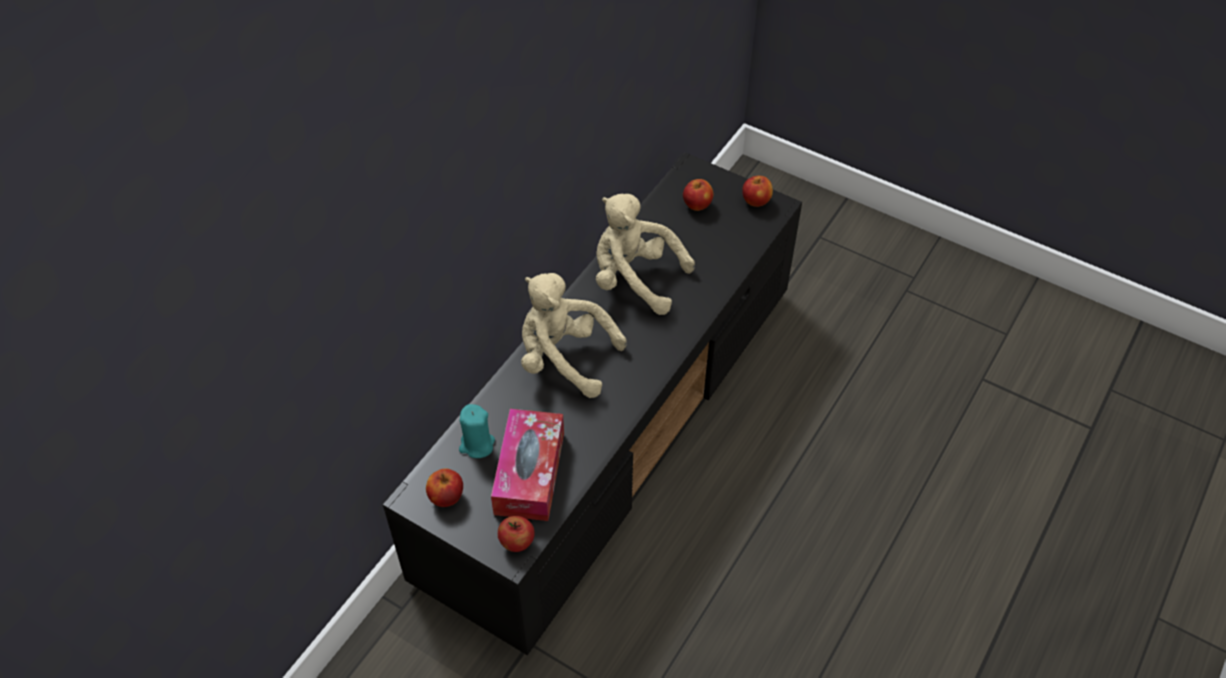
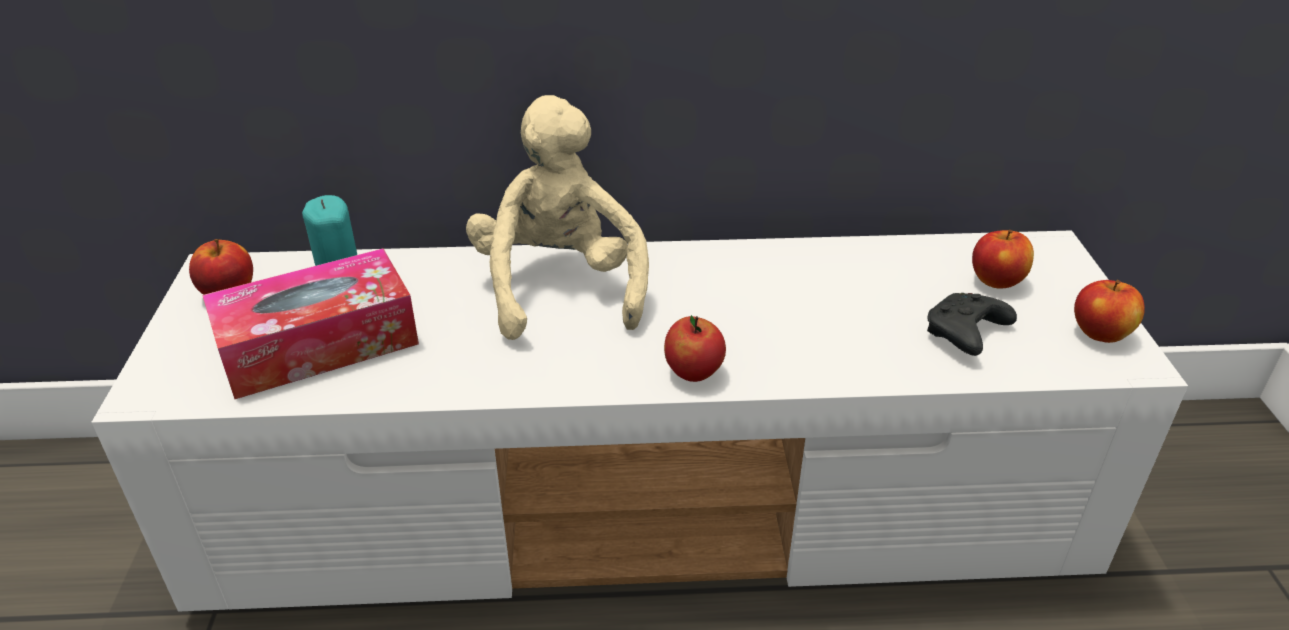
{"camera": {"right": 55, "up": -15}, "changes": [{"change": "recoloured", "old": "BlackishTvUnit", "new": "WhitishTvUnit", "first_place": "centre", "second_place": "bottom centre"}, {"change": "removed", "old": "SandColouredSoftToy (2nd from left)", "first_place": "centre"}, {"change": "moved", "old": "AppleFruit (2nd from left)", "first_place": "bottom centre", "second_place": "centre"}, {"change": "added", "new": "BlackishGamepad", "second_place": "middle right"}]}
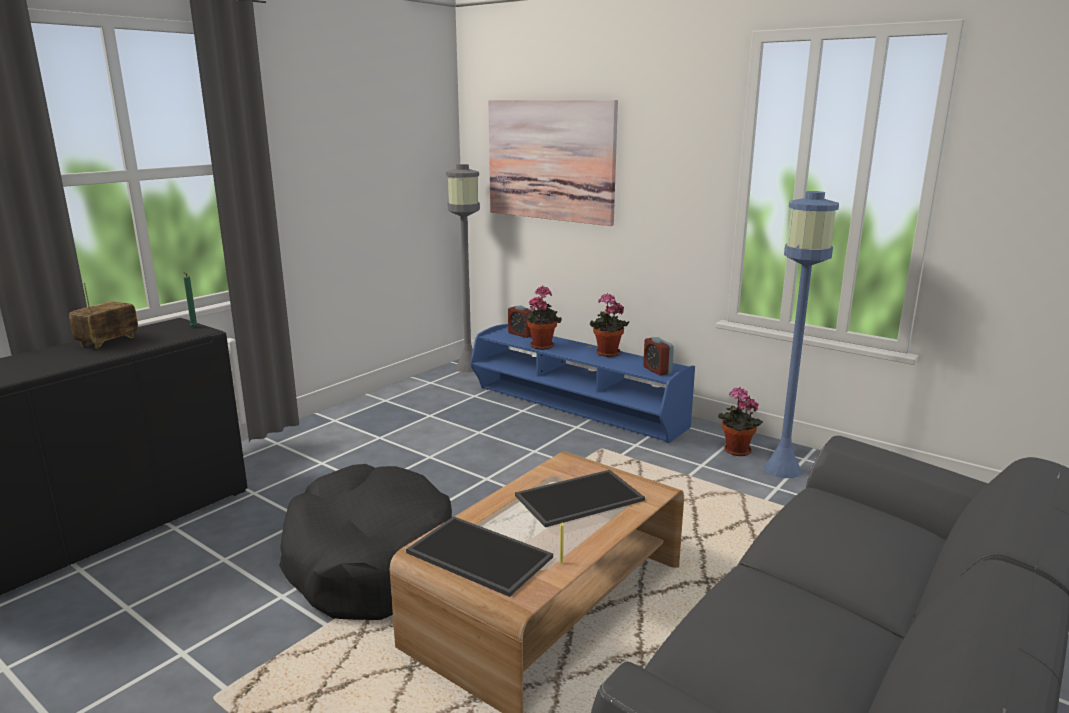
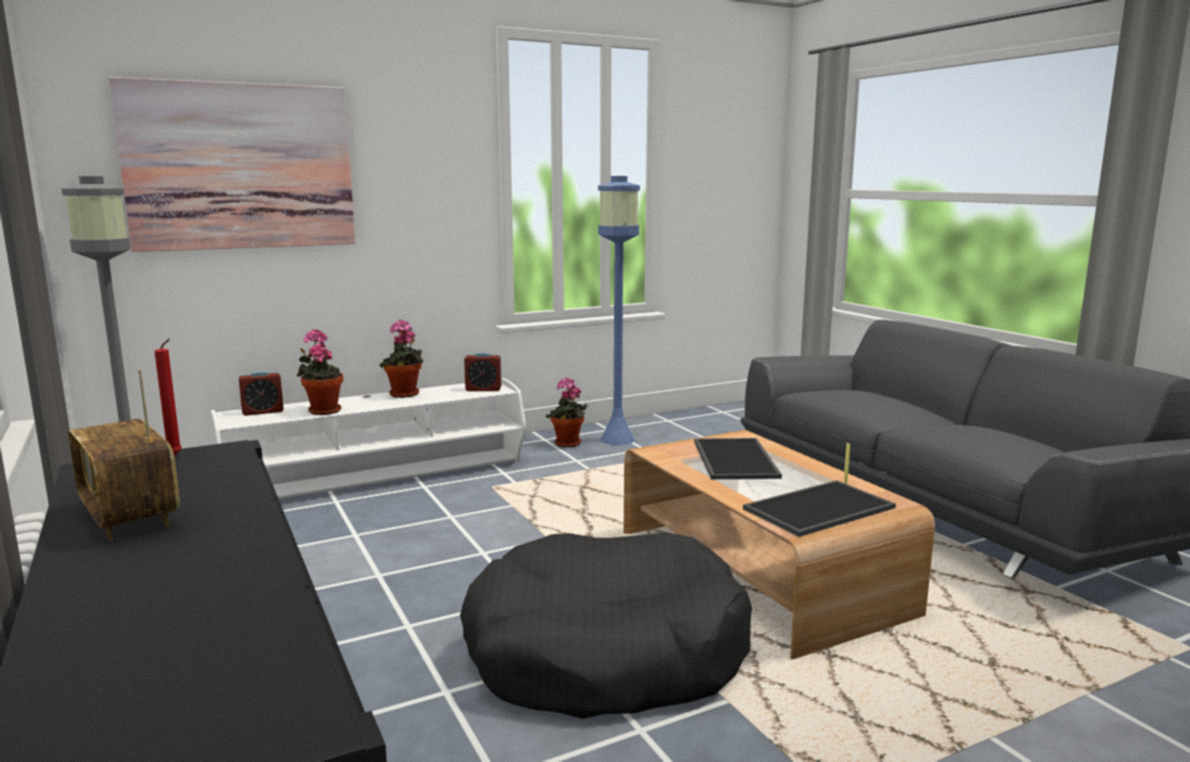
{"camera": {"right": -65, "up": -5}, "changes": [{"change": "recoloured", "old": "GreenishWaxLight", "new": "RedWaxLight", "first_place": "middle left", "second_place": "middle left"}, {"change": "recoloured", "old": "BlueTvUnit", "new": "WhitishTvUnit", "first_place": "centre", "second_place": "middle left"}]}
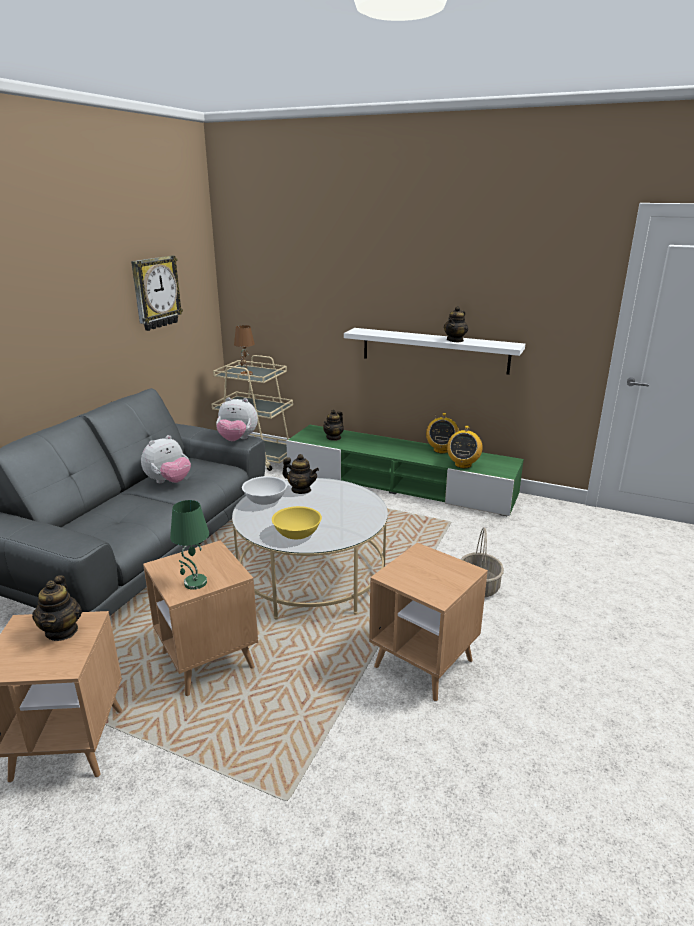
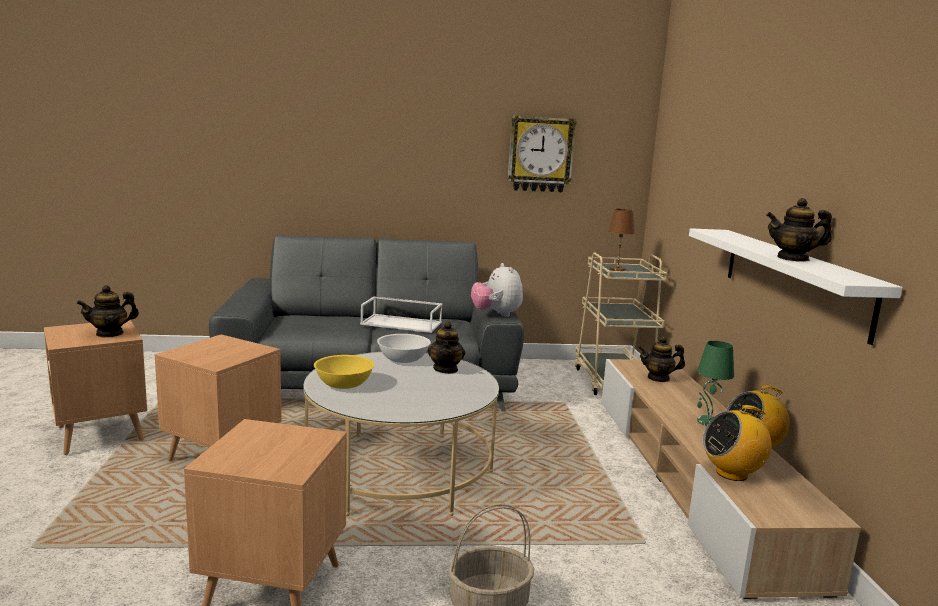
{"camera": {"right": 60, "up": -10}, "changes": [{"change": "recoloured", "old": "GreenishTvUnit", "new": "SandColouredTvUnit", "first_place": "centre", "second_place": "bottom right"}, {"change": "replaced", "old": "SoftToy (1st from left)", "new": "WhitishServingTray", "first_place": "middle left", "second_place": "centre"}, {"change": "moved", "old": "GreenishLampForATable", "first_place": "middle left", "second_place": "middle right"}]}
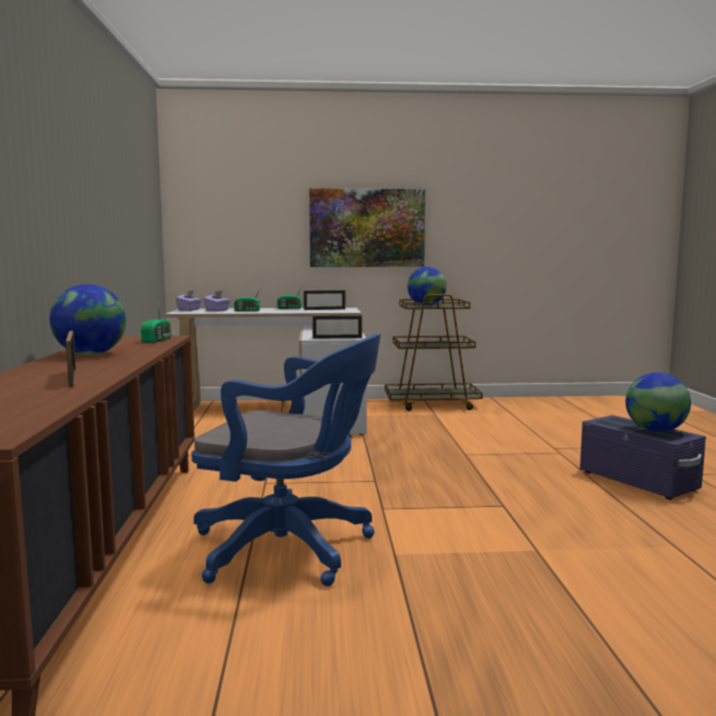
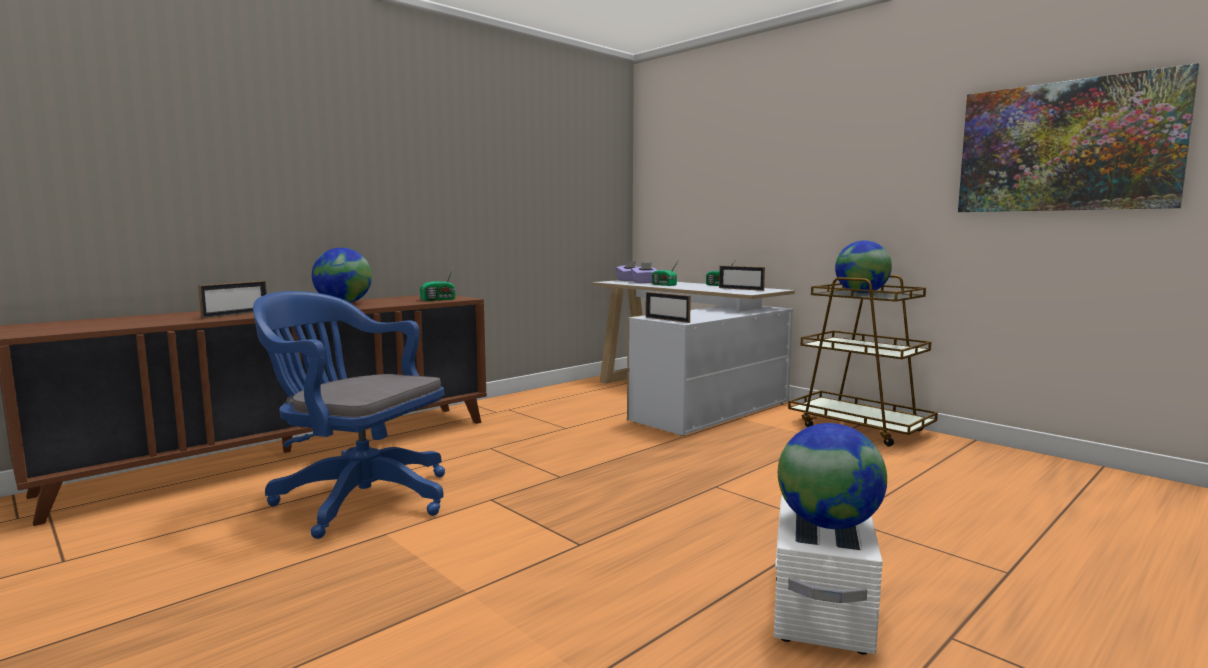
{"camera": {"right": 50, "up": 0}, "changes": [{"change": "moved", "old": "WallPicture", "first_place": "top centre", "second_place": "top right"}, {"change": "turned", "old": "BlueComputerChair", "first_place": "centre", "second_place": "middle left", "degrees": 135}, {"change": "recoloured", "old": "PurplishStorageBox", "new": "WhitishStorageBox", "first_place": "middle right", "second_place": "bottom right"}]}
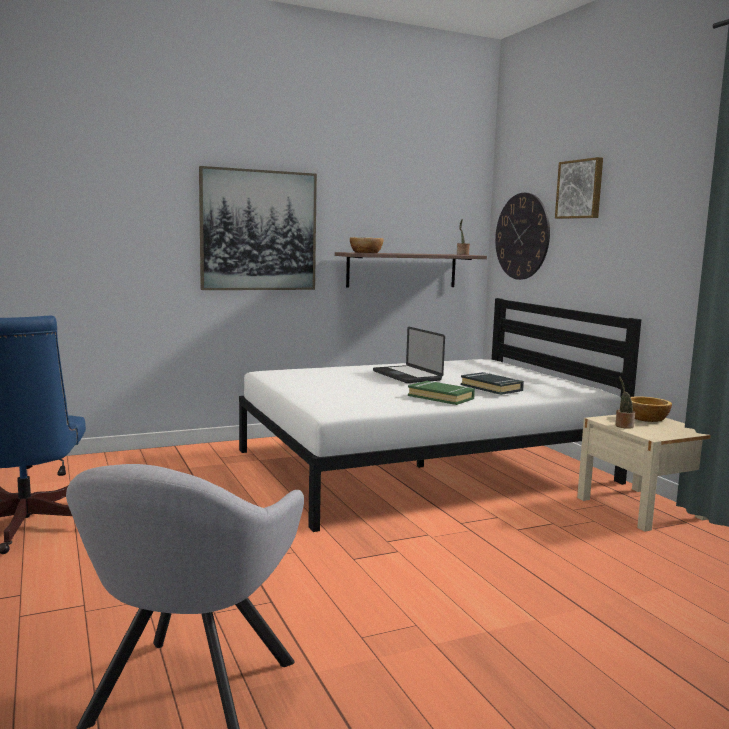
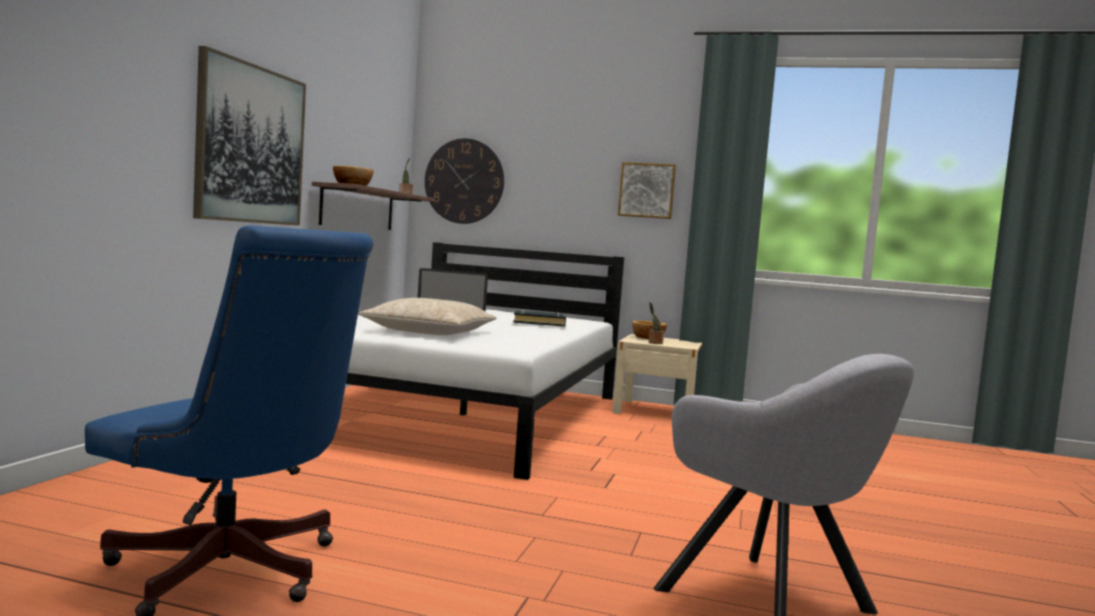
{"camera": {"right": -50, "up": -5}, "changes": [{"change": "moved", "old": "WallPicture (2nd from left)", "first_place": "top right", "second_place": "top centre"}, {"change": "removed", "old": "GreenishBoundBook", "first_place": "centre"}, {"change": "added", "new": "SandColouredCushion", "second_place": "centre"}]}
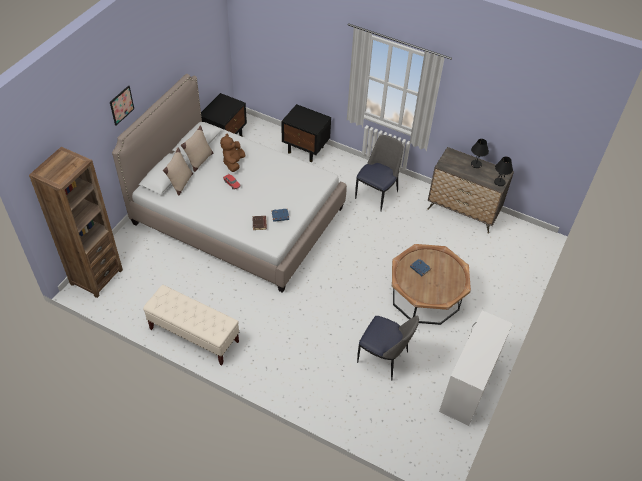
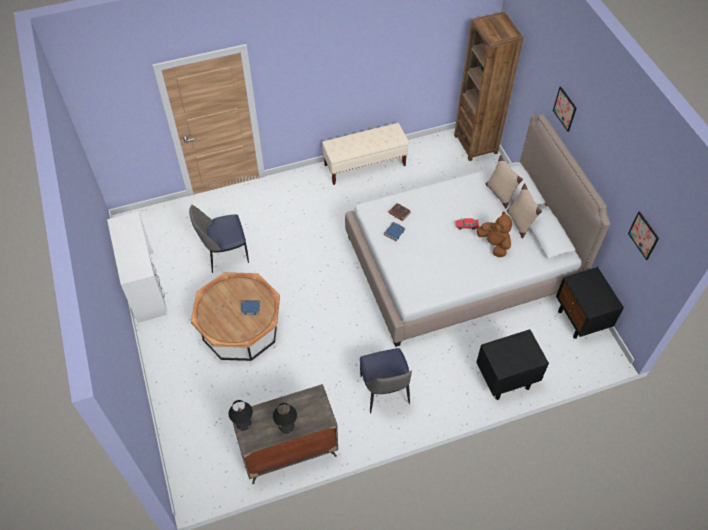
{"camera": {"right": 135, "up": 5}, "changes": [{"change": "added", "new": "WallPicture (2nd from left)", "second_place": "middle right"}]}
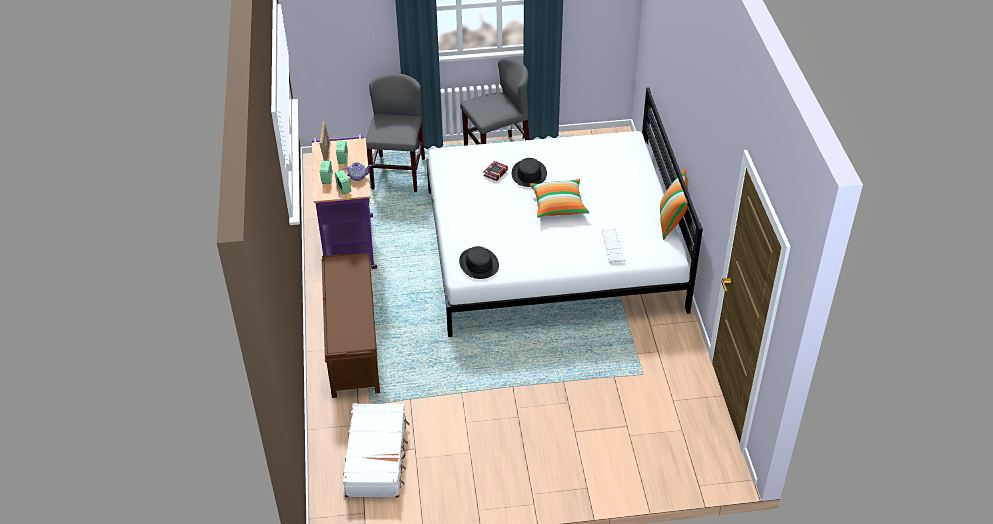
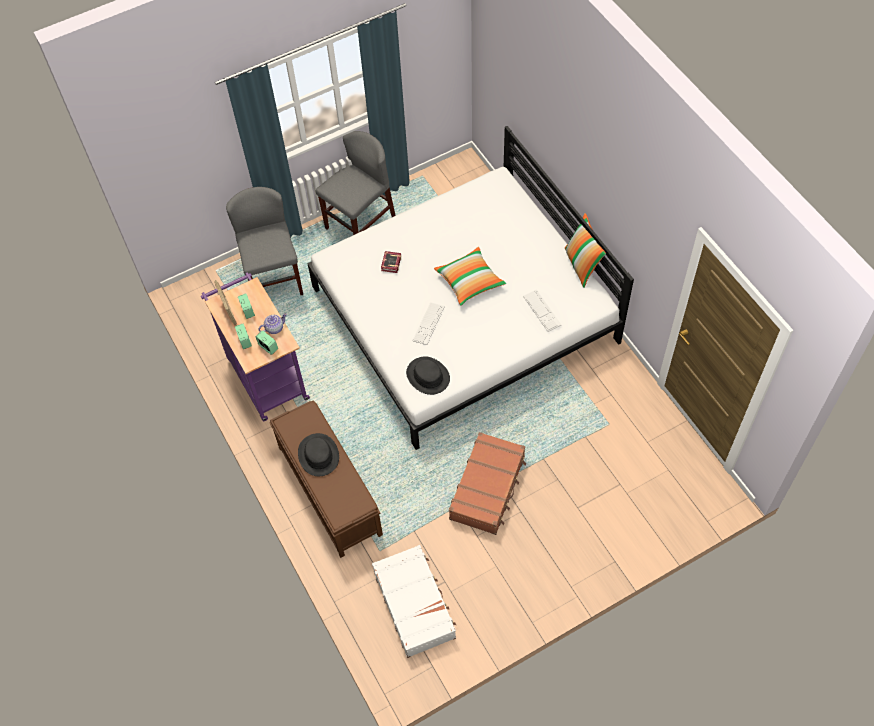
{"camera": {"right": -20, "up": 15}, "changes": [{"change": "moved", "old": "BlackishWearableHat (2nd from left in the first image)", "new": "BlackishWearableHat (1st from left)", "first_place": "top centre", "second_place": "centre"}, {"change": "added", "new": "ComputerKeyboard (1st from left)", "second_place": "centre"}, {"change": "added", "new": "BrownTravelCase", "second_place": "centre"}]}
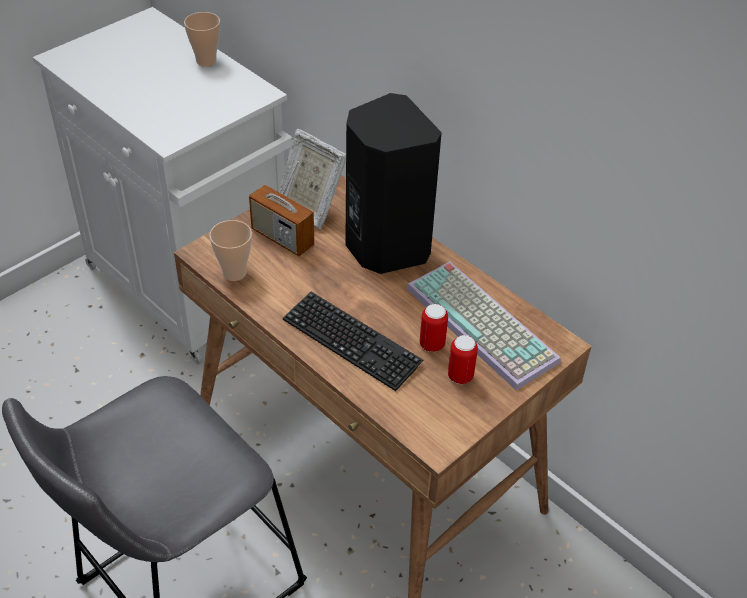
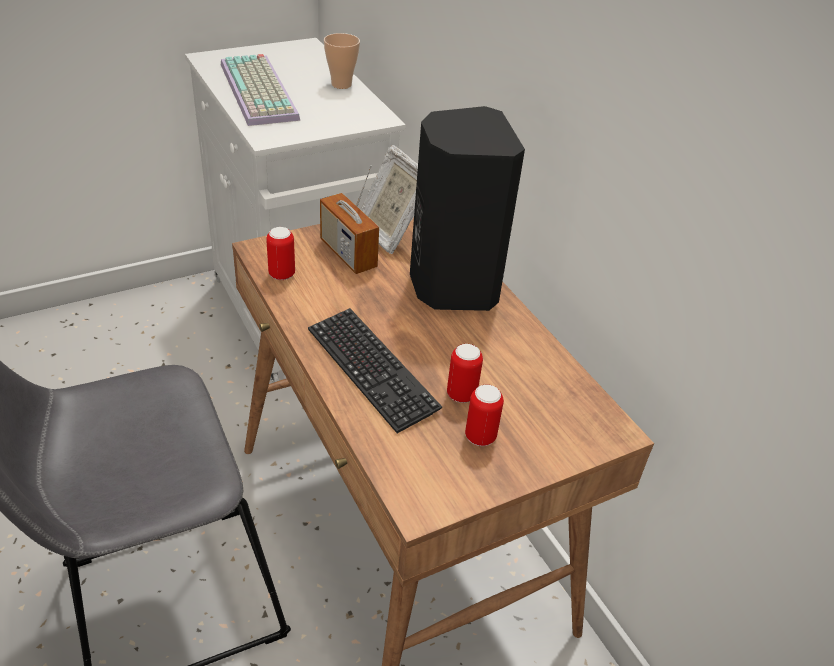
{"camera": {"right": 15, "up": -5}, "changes": [{"change": "replaced", "old": "Cup (2nd from left)", "new": "MetalCan (1st from left)", "first_place": "middle left", "second_place": "centre"}, {"change": "moved", "old": "ComputerKeyboard (2nd from left in the first image)", "new": "ComputerKeyboard (1st from left)", "first_place": "centre", "second_place": "top left"}]}
